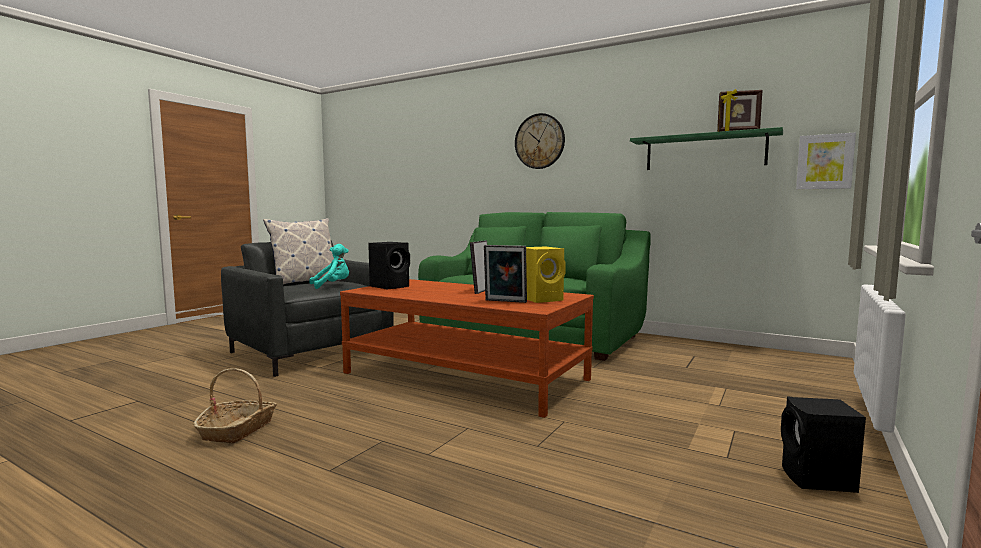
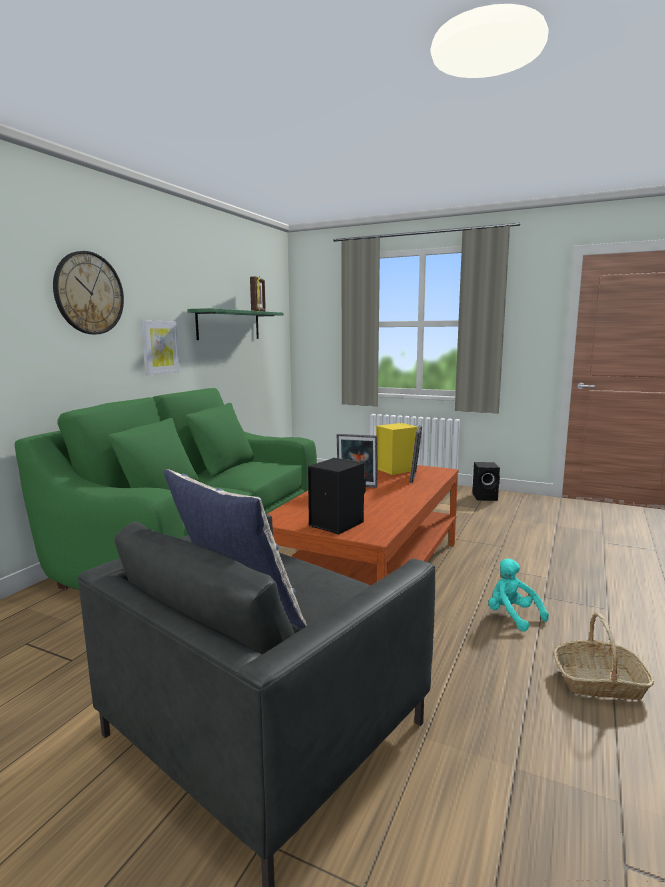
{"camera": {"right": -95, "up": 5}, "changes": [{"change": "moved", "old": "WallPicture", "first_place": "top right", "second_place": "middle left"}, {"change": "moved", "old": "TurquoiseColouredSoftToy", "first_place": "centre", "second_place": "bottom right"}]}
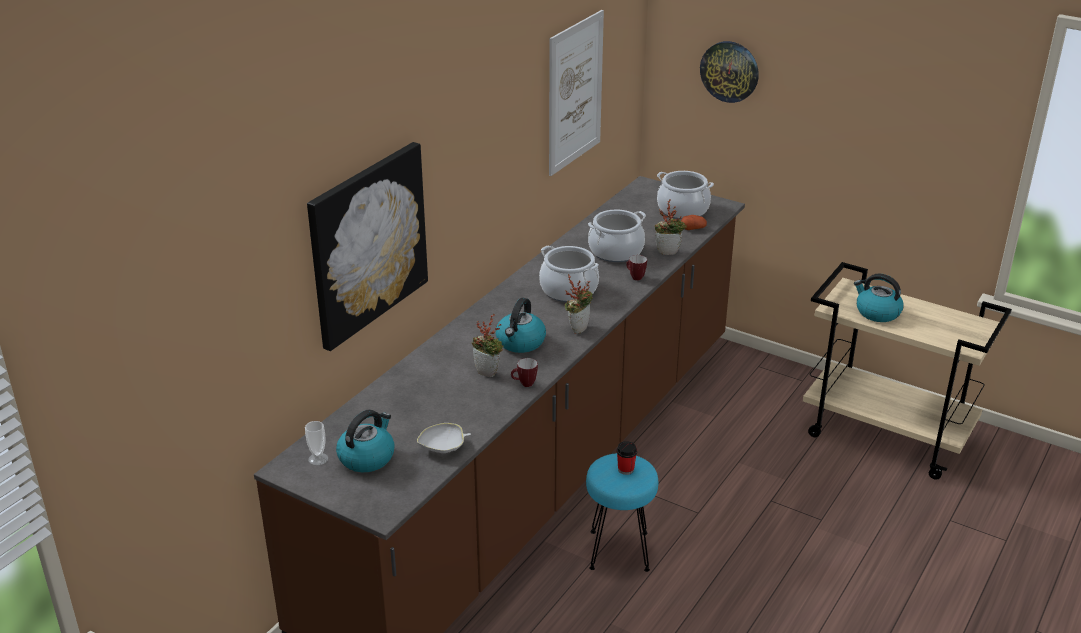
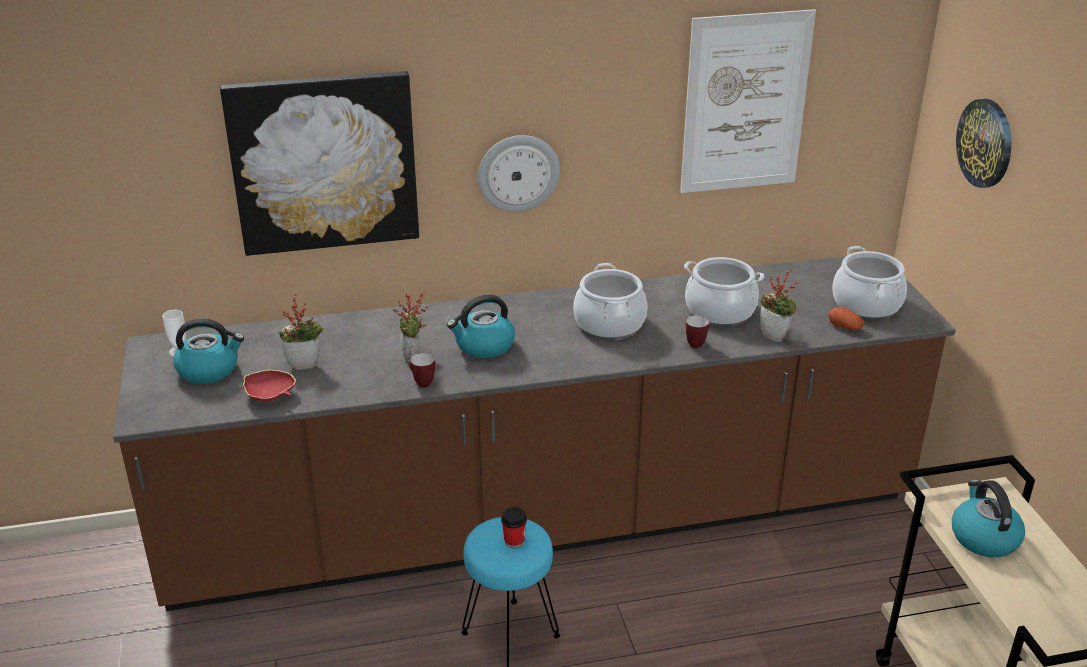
{"camera": {"right": 45, "up": 0}, "changes": [{"change": "moved", "old": "PottedPlant (2nd from left in the first image)", "new": "PottedPlant (1st from left)", "first_place": "centre", "second_place": "middle left"}, {"change": "recoloured", "old": "WhitishDeepDish", "new": "RedDeepDish", "first_place": "bottom centre", "second_place": "middle left"}, {"change": "added", "new": "HangingClock (1st from left)", "second_place": "top centre"}]}
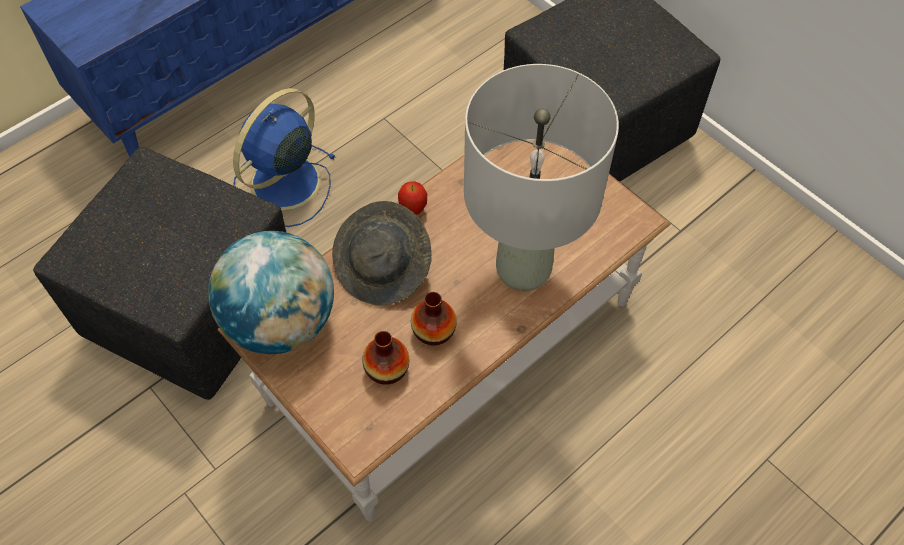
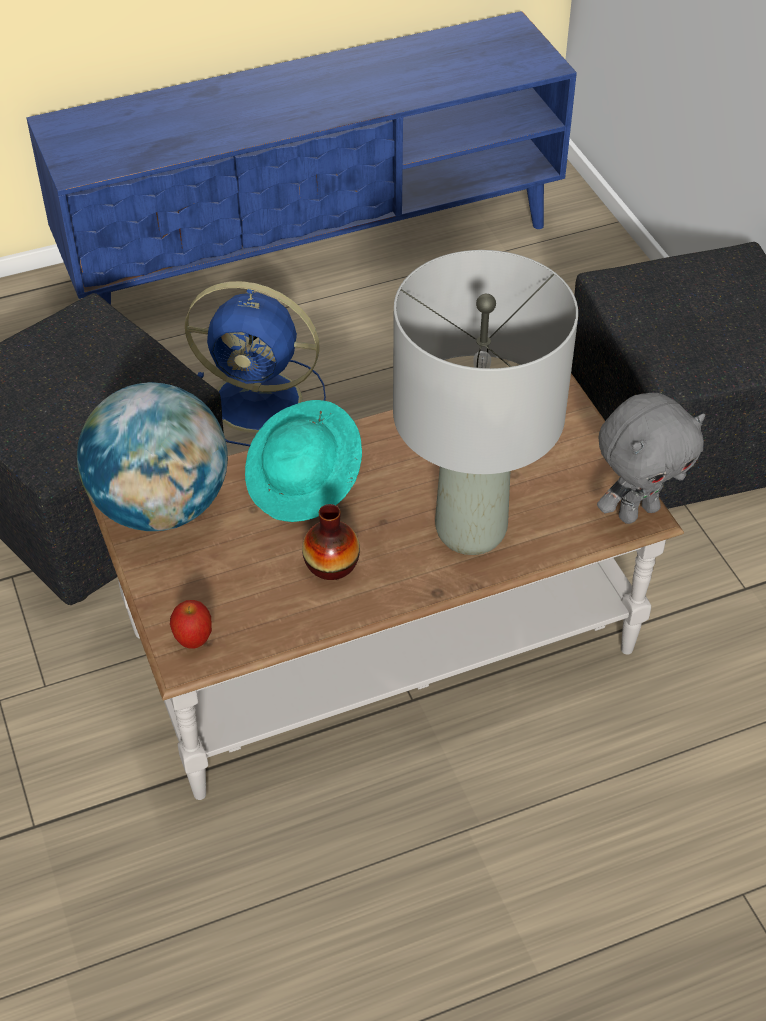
{"camera": {"right": 20, "up": -10}, "changes": [{"change": "turned", "old": "BlueFan", "first_place": "top left", "second_place": "middle left", "degrees": -135}, {"change": "moved", "old": "AppleFruit", "first_place": "centre", "second_place": "middle left"}, {"change": "recoloured", "old": "GreyishWearableHat", "new": "TurquoiseColouredWearableHat", "first_place": "centre", "second_place": "centre"}, {"change": "removed", "old": "DecorativeVase (1st from left)", "first_place": "centre"}, {"change": "added", "new": "GreyishSoftToy", "second_place": "middle right"}]}
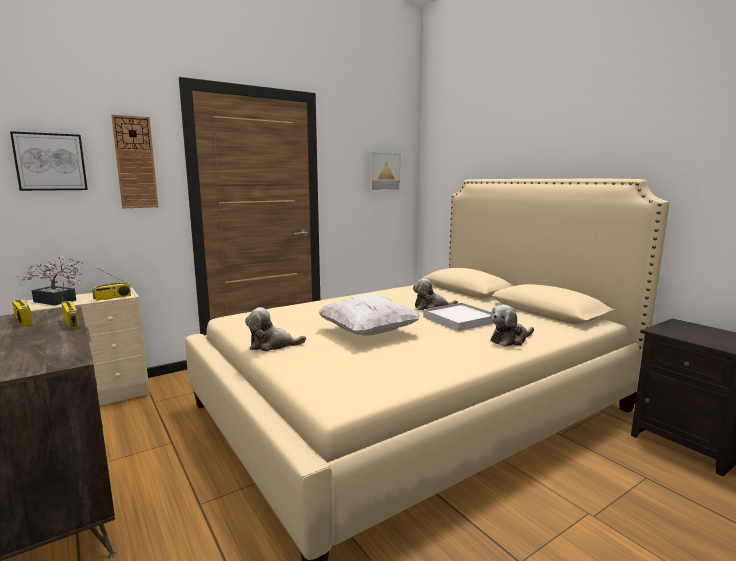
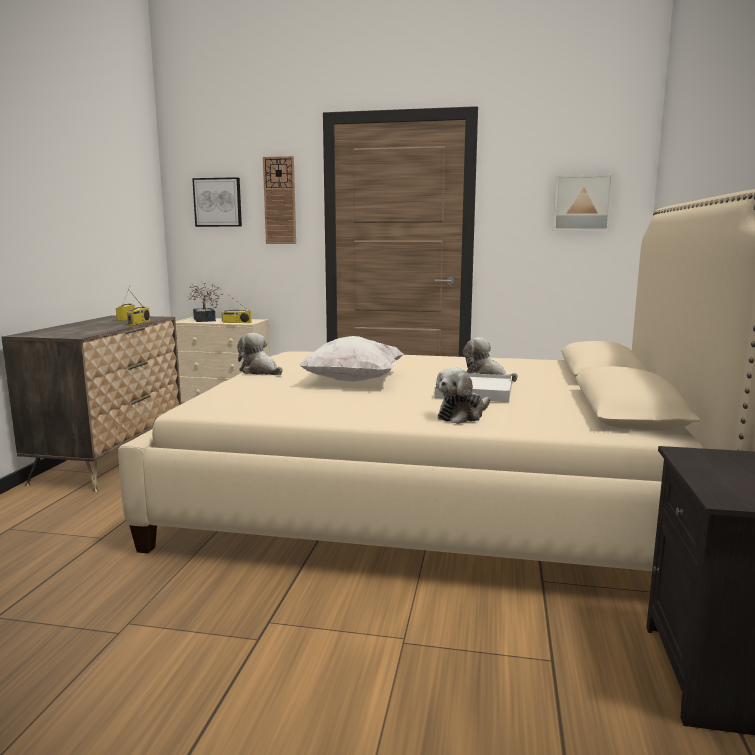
{"camera": {"right": 45, "up": 0}, "changes": [{"change": "turned", "old": "SoftToy (3rd from left in the first image)", "first_place": "middle right", "second_place": "centre", "degrees": -60}]}
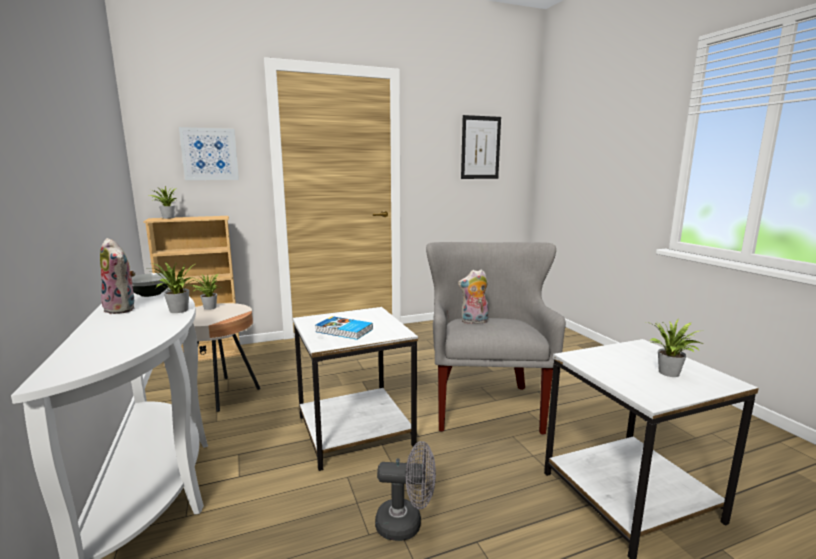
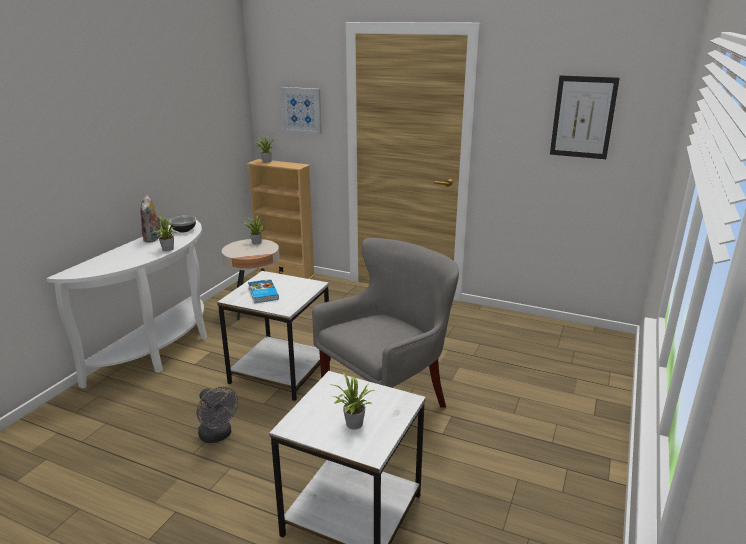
{"camera": {"right": 45, "up": 10}, "changes": [{"change": "removed", "old": "SoftToy (2nd from left)", "first_place": "centre"}]}
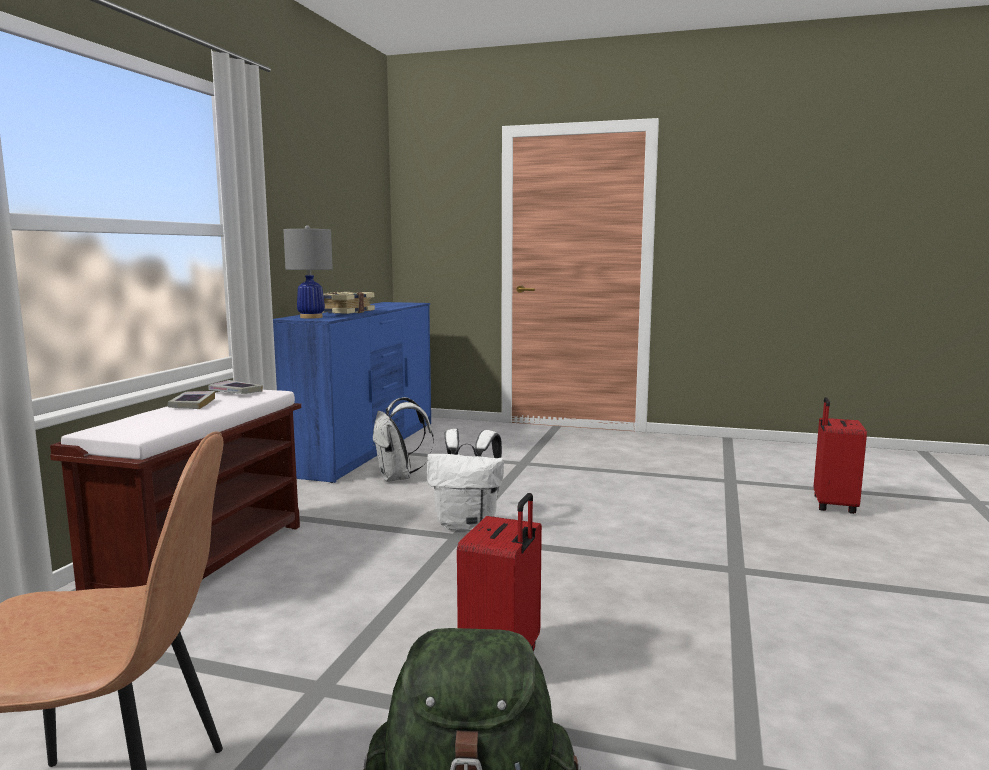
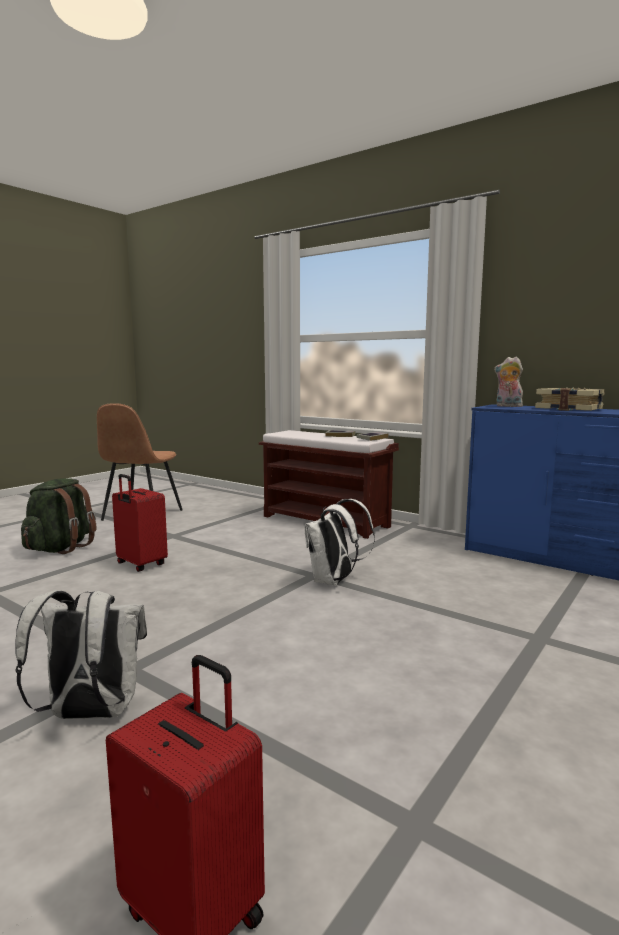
{"camera": {"right": 110, "up": 0}, "changes": [{"change": "replaced", "old": "GreyishLampForATable", "new": "SoftToy", "first_place": "middle left", "second_place": "middle right"}, {"change": "moved", "old": "WhitishKnapsack (1st from left)", "first_place": "centre", "second_place": "bottom left"}]}
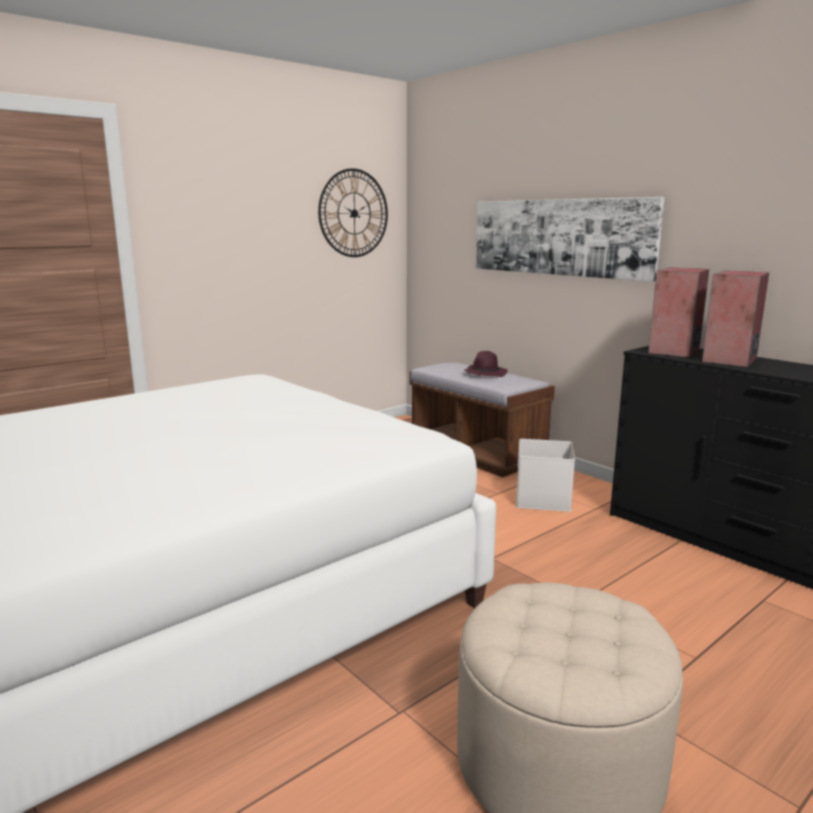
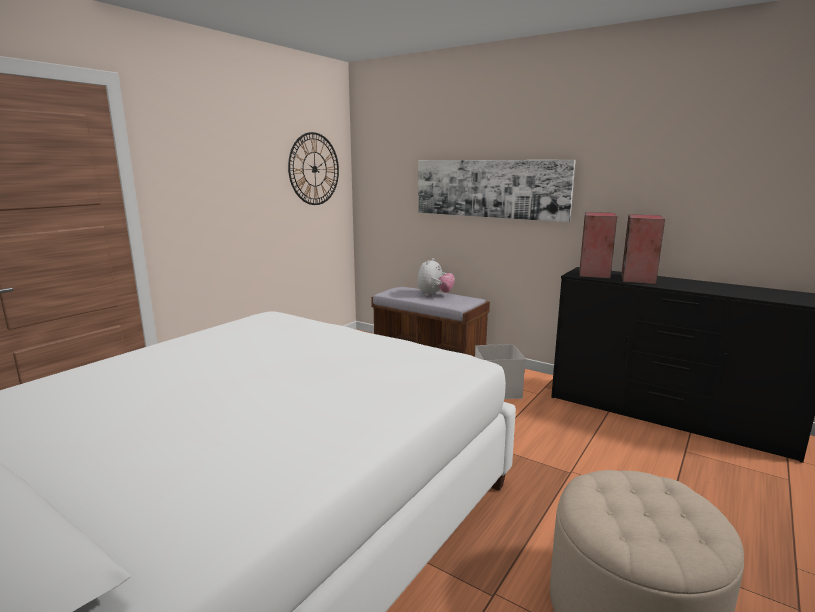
{"camera": {"right": -15, "up": 0}, "changes": [{"change": "replaced", "old": "PurplishWearableHat", "new": "SoftToy", "first_place": "centre", "second_place": "centre"}]}
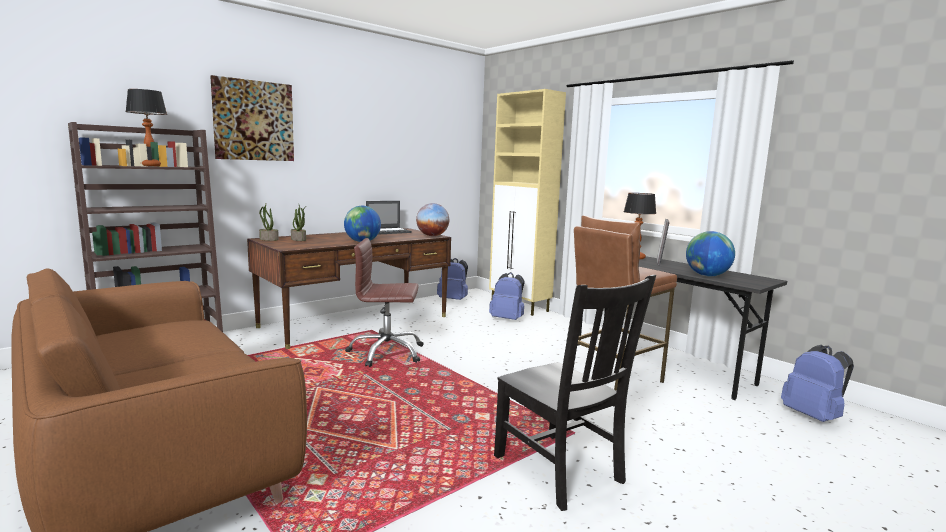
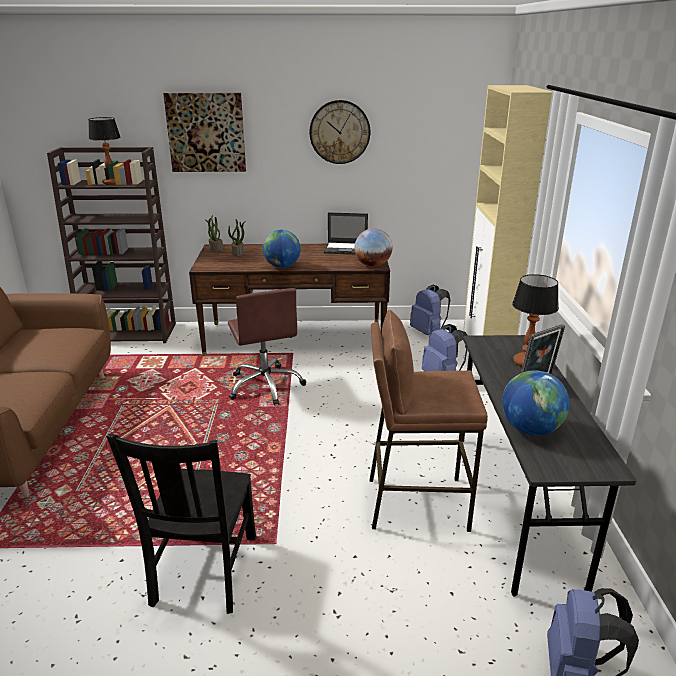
{"camera": {"right": 40, "up": 15}, "changes": [{"change": "turned", "old": "BrownComputerChair", "first_place": "centre", "second_place": "centre", "degrees": -150}, {"change": "added", "new": "HangingClock", "second_place": "top centre"}]}
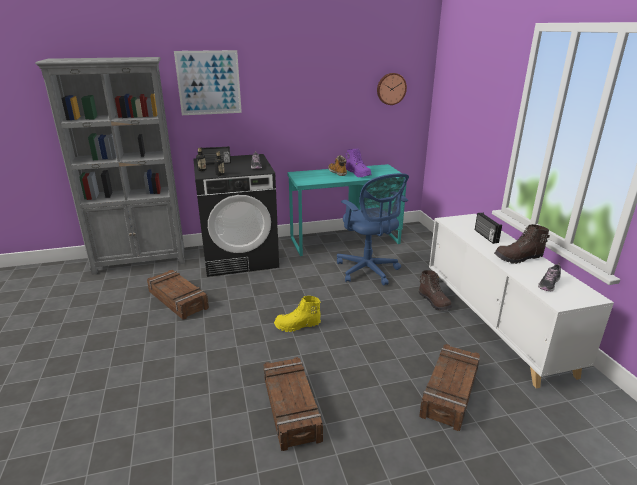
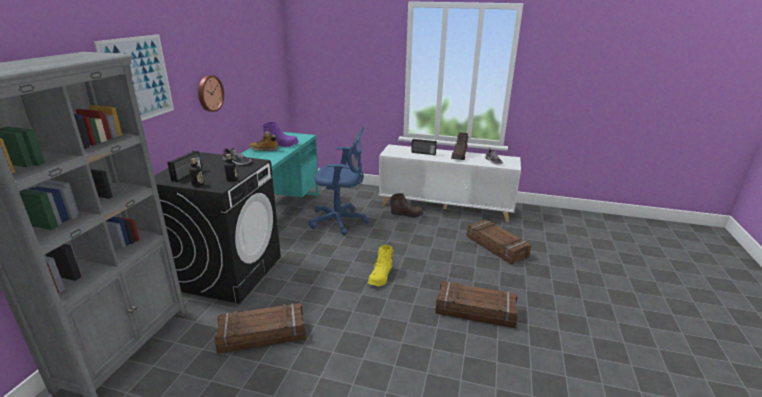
{"camera": {"right": -60, "up": 0}, "changes": [{"change": "moved", "old": "HangingClock", "first_place": "top centre", "second_place": "top left"}]}
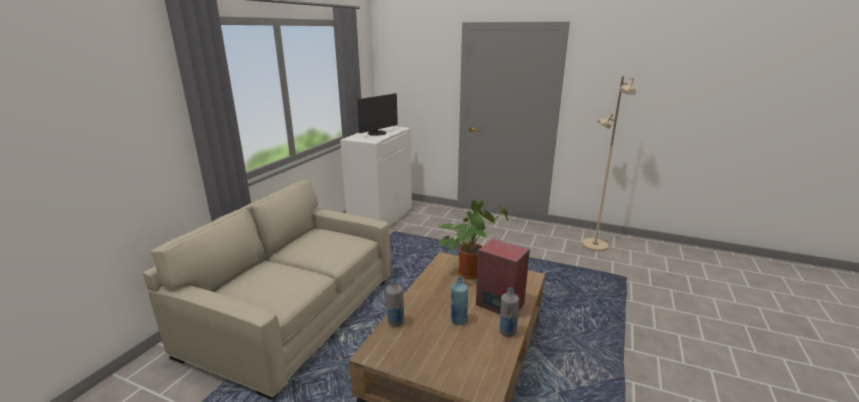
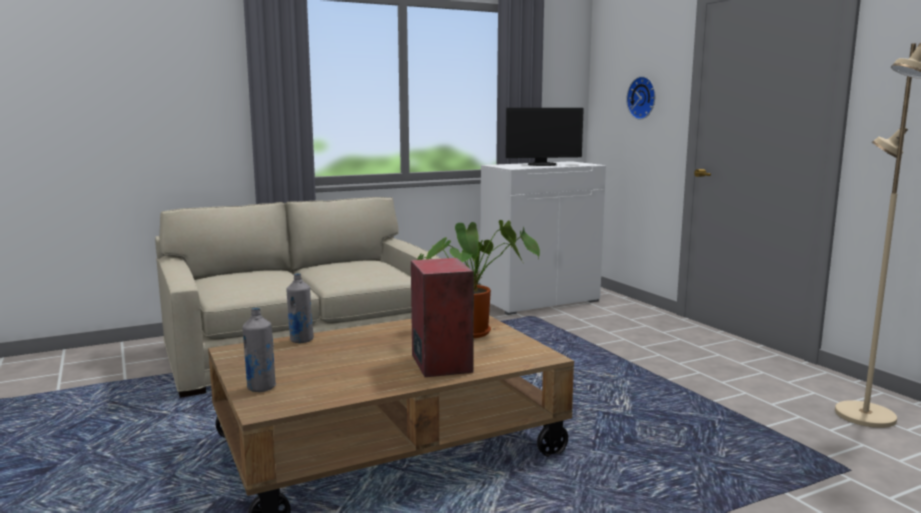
{"camera": {"right": 40, "up": -10}, "changes": [{"change": "removed", "old": "BlueBottle", "first_place": "bottom centre"}, {"change": "moved", "old": "GreyishBottle (2nd from left in the first image)", "new": "GreyishBottle (1st from left)", "first_place": "bottom centre", "second_place": "bottom left"}, {"change": "added", "new": "HangingClock", "second_place": "top right"}]}
